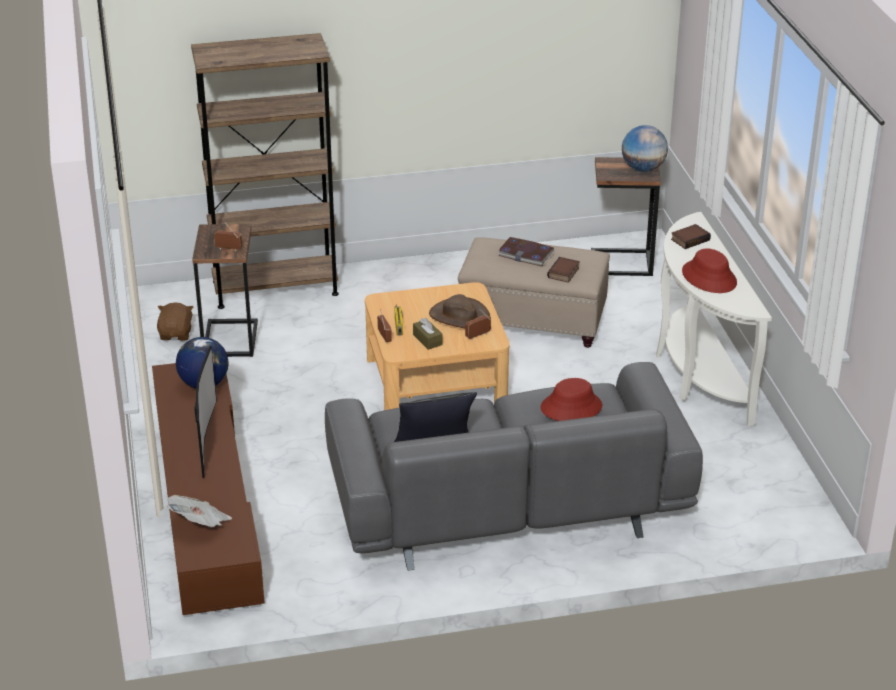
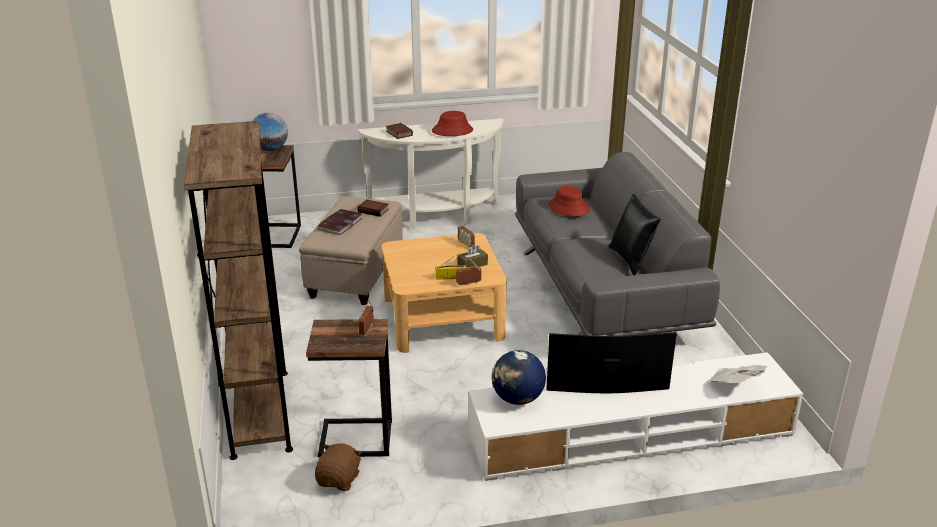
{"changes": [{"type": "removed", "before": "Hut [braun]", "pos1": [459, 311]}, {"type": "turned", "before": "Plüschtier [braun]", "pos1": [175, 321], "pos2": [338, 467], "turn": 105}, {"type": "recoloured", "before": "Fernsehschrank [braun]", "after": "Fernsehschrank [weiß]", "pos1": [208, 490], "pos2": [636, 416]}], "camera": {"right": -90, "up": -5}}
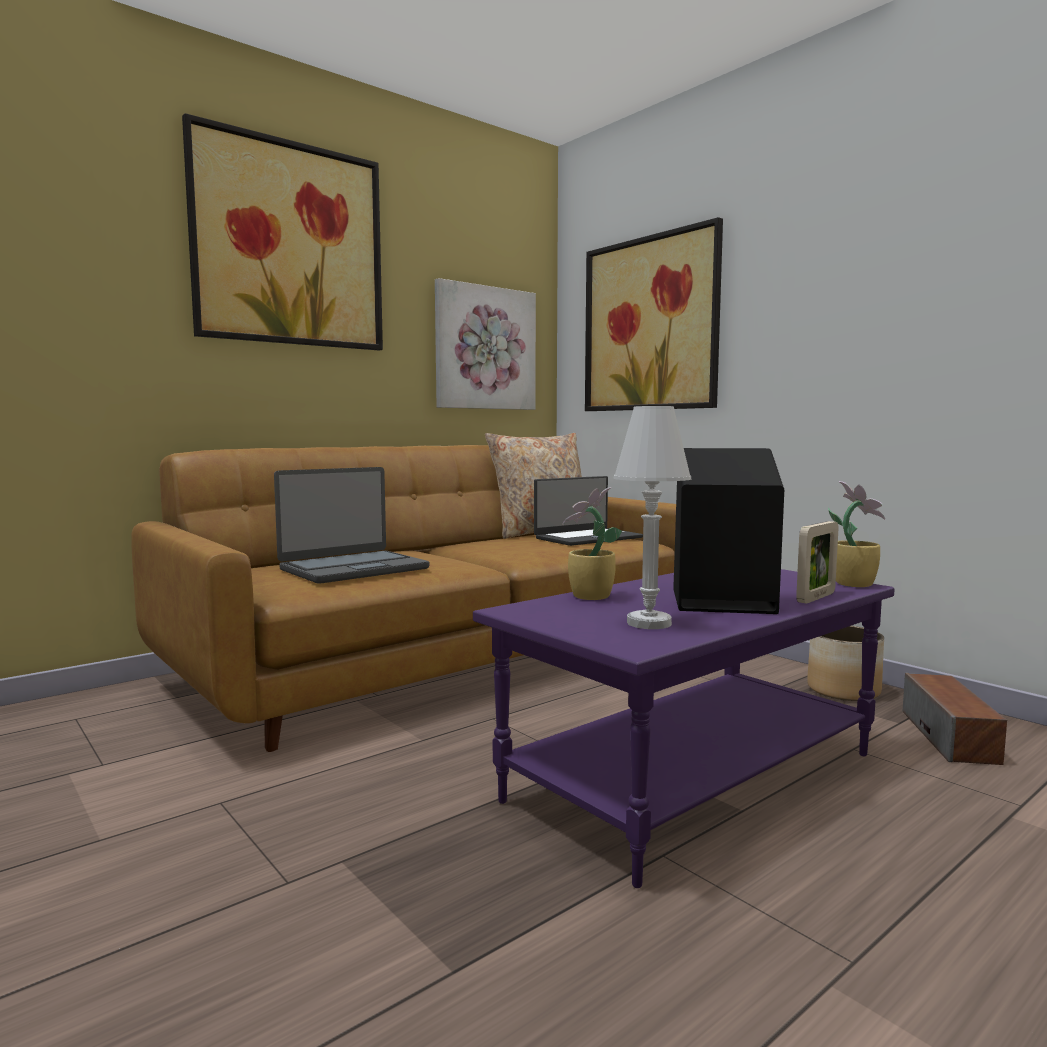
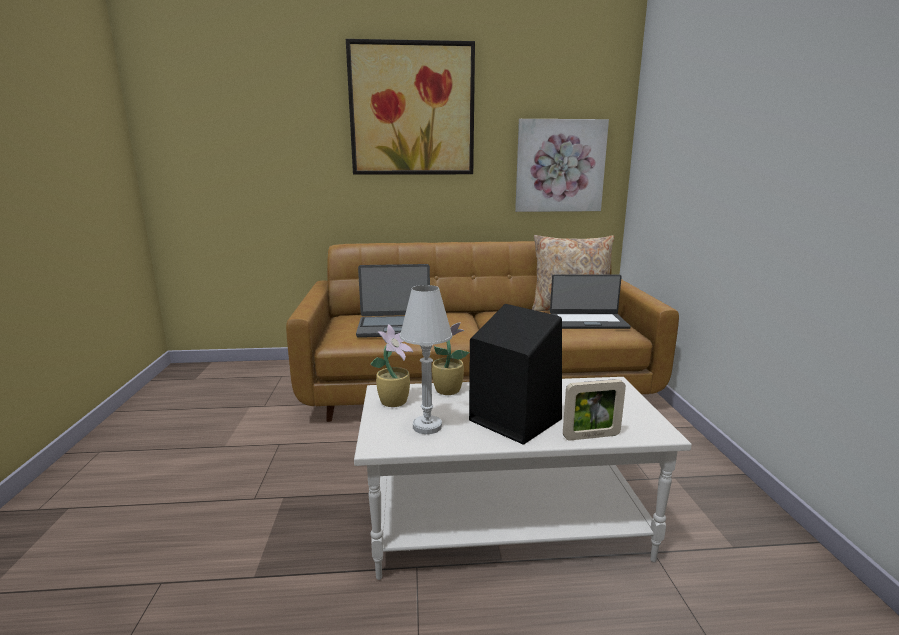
{"changes": [{"type": "removed", "before": "Bild", "pos1": [654, 314]}, {"type": "moved", "before": "Topfpflanze", "pos1": [856, 534], "pos2": [392, 365]}, {"type": "recoloured", "before": "Couchtisch [lila]", "after": "Couchtisch [weiß]", "pos1": [684, 728], "pos2": [523, 478]}, {"type": "removed", "before": "Pflanzkübel", "pos1": [845, 663]}, {"type": "removed", "before": "Lautsprecher", "pos1": [955, 719]}], "camera": {"right": 35, "up": 10}}
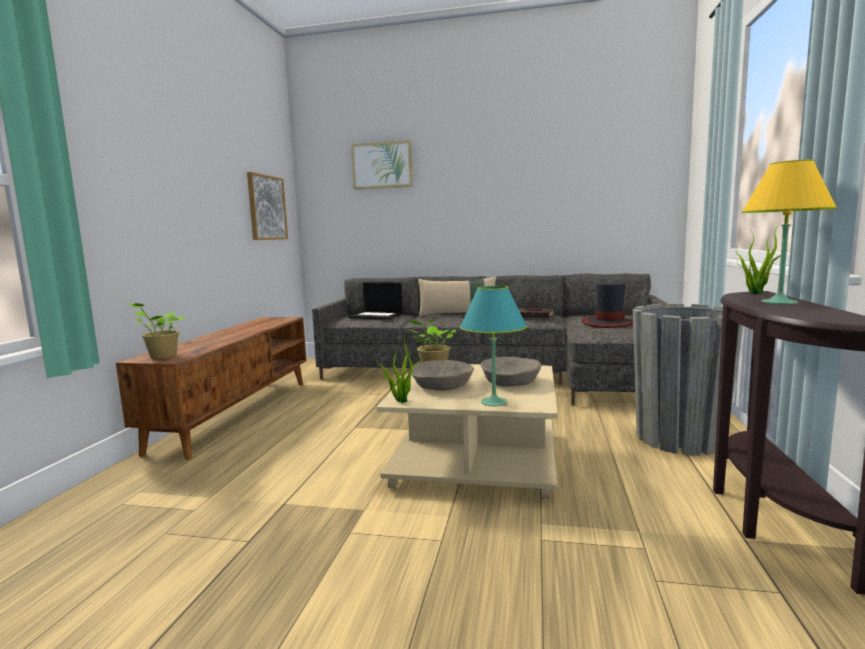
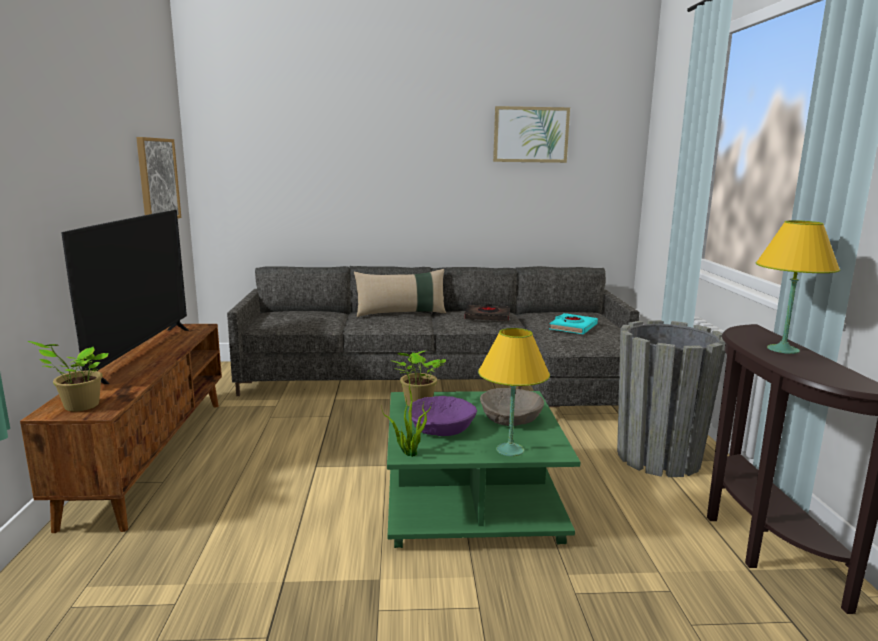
{"changes": [{"type": "moved", "before": "Bild", "pos1": [382, 165], "pos2": [531, 134]}, {"type": "removed", "before": "Topfpflanze", "pos1": [762, 257]}, {"type": "removed", "before": "Laptop", "pos1": [375, 301]}, {"type": "replaced", "before": "Hut", "after": "Buch [türkis]", "pos1": [607, 305], "pos2": [573, 323]}, {"type": "recoloured", "before": "Tischlampe [türkis]", "after": "Tischlampe [gelb]", "pos1": [493, 346], "pos2": [514, 392]}, {"type": "recoloured", "before": "Schüssel [beige]", "after": "Schüssel [lila]", "pos1": [443, 375], "pos2": [442, 416]}, {"type": "recoloured", "before": "Couchtisch [beige]", "after": "Couchtisch [grün]", "pos1": [467, 431], "pos2": [484, 469]}, {"type": "added", "after": "Fernseher", "pos2": [125, 297]}], "camera": {"right": -15, "up": 5}}
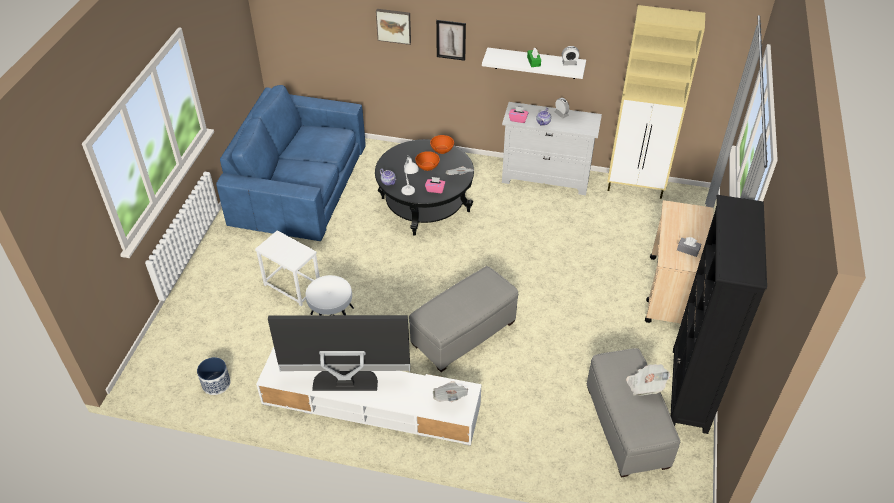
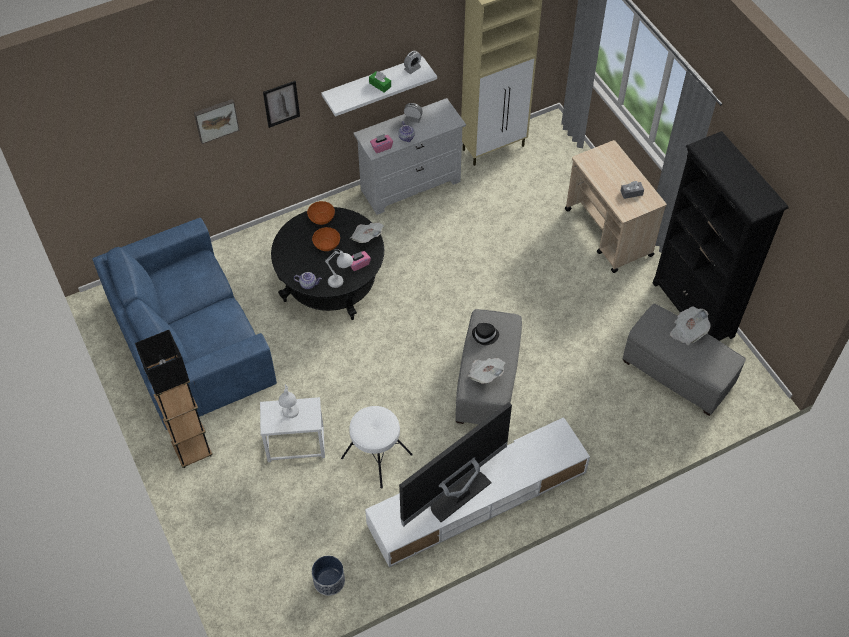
{"changes": [{"type": "moved", "before": "Zeitung", "pos1": [451, 391], "pos2": [486, 370]}, {"type": "added", "after": "Hut [schwarz]", "pos2": [485, 334]}, {"type": "added", "after": "Stehlampe [schwarz]", "pos2": [174, 399]}, {"type": "added", "after": "Tischlampe [weiß]", "pos2": [289, 401]}], "camera": {"right": -40, "up": 10}}
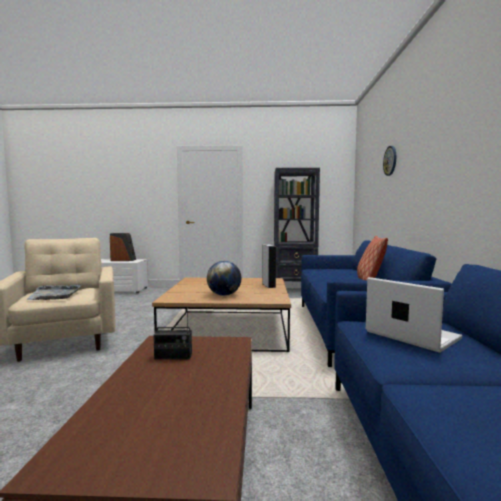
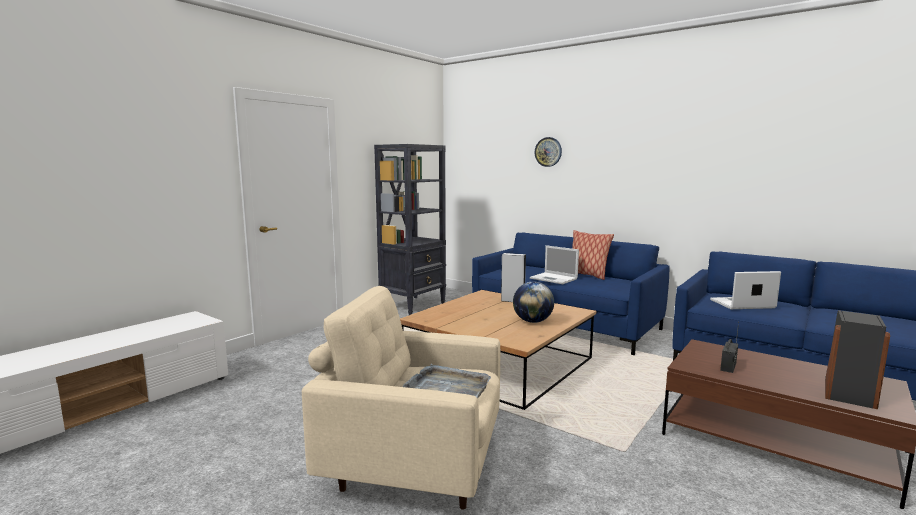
{"changes": [{"type": "moved", "before": "Lautsprecher", "pos1": [123, 247], "pos2": [857, 359]}, {"type": "added", "after": "Laptop", "pos2": [554, 264]}], "camera": {"right": -55, "up": 5}}
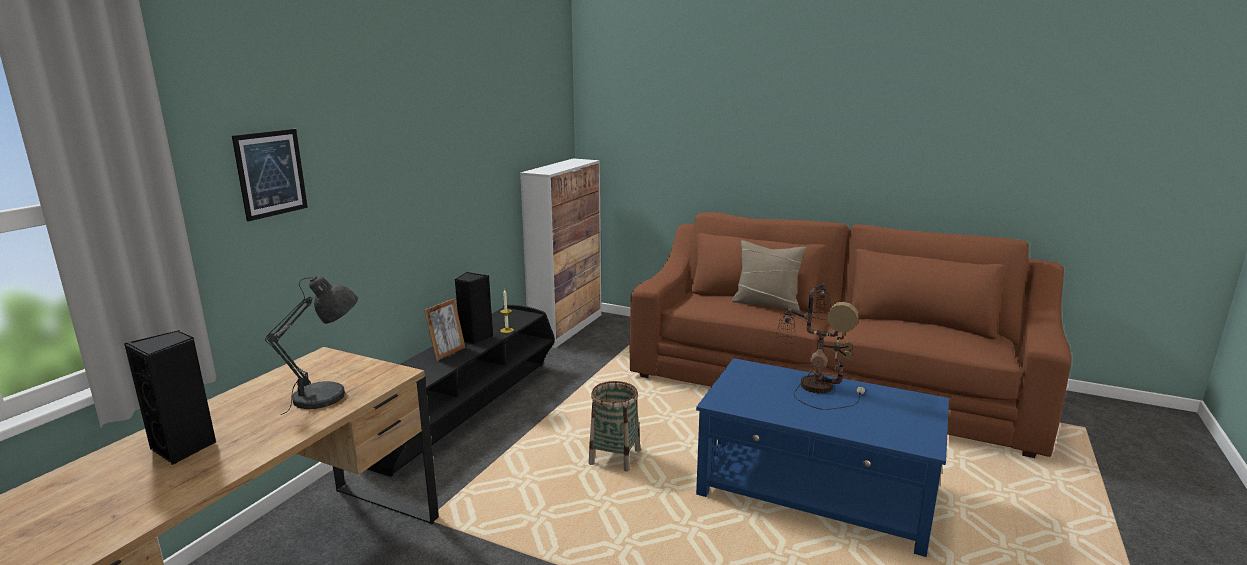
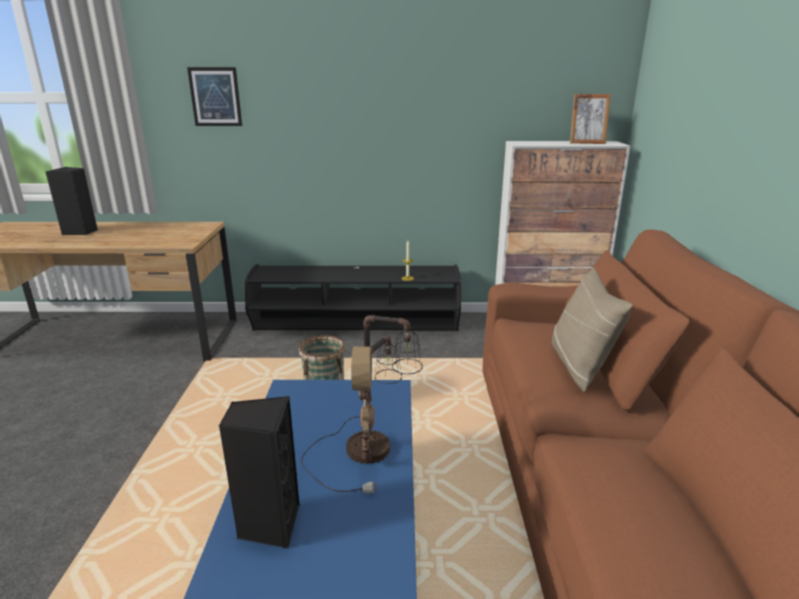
{"changes": [{"type": "moved", "before": "Lautsprecher [schwarz]", "pos1": [474, 308], "pos2": [259, 472]}, {"type": "removed", "before": "Tischlampe [grau]", "pos1": [311, 345]}, {"type": "moved", "before": "Bilderrahmen", "pos1": [445, 330], "pos2": [590, 119]}], "camera": {"right": 65, "up": 5}}
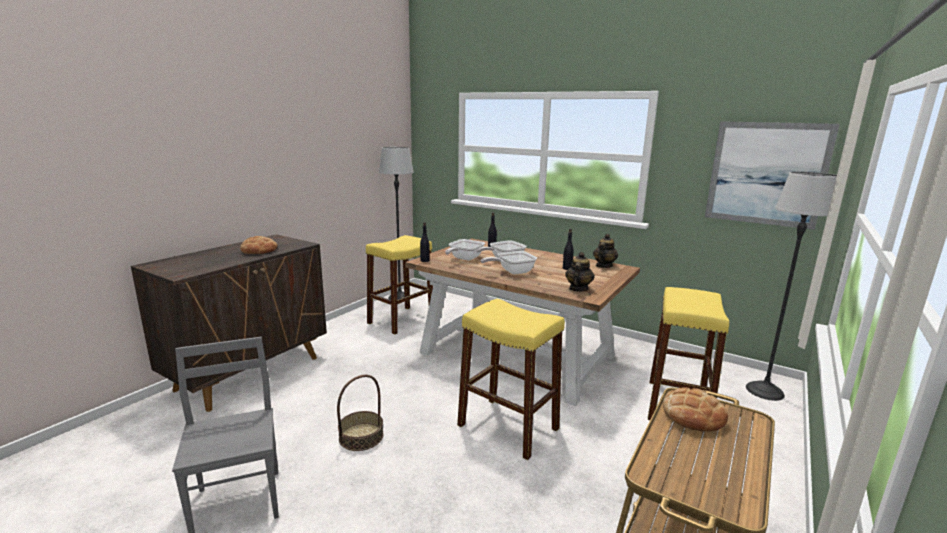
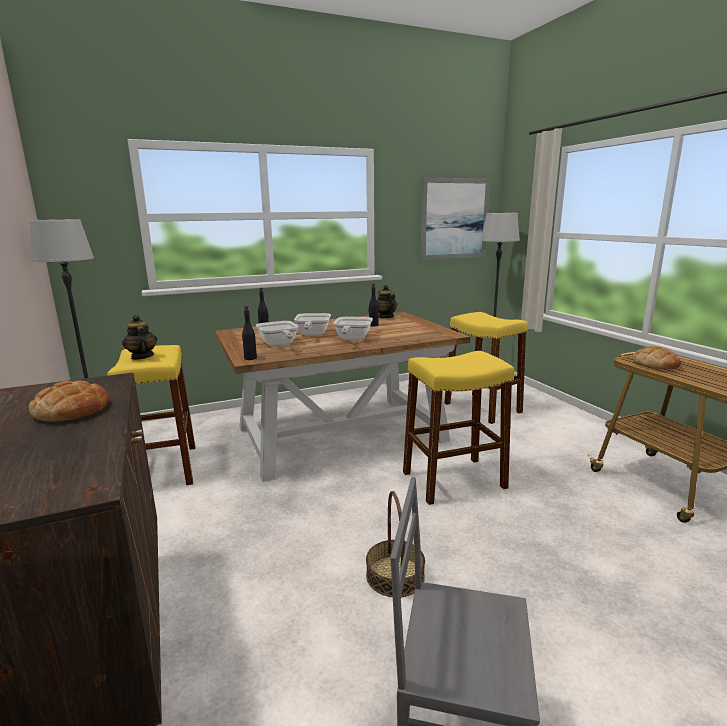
{"changes": [{"type": "moved", "before": "Teekanne", "pos1": [580, 271], "pos2": [139, 337]}], "camera": {"right": -55, "up": 0}}
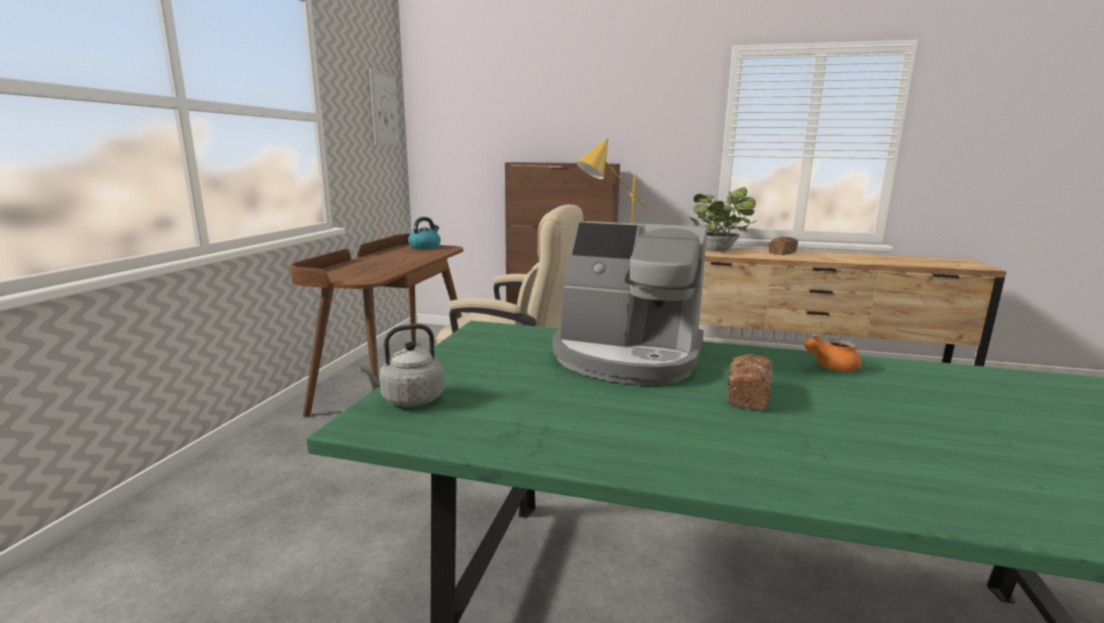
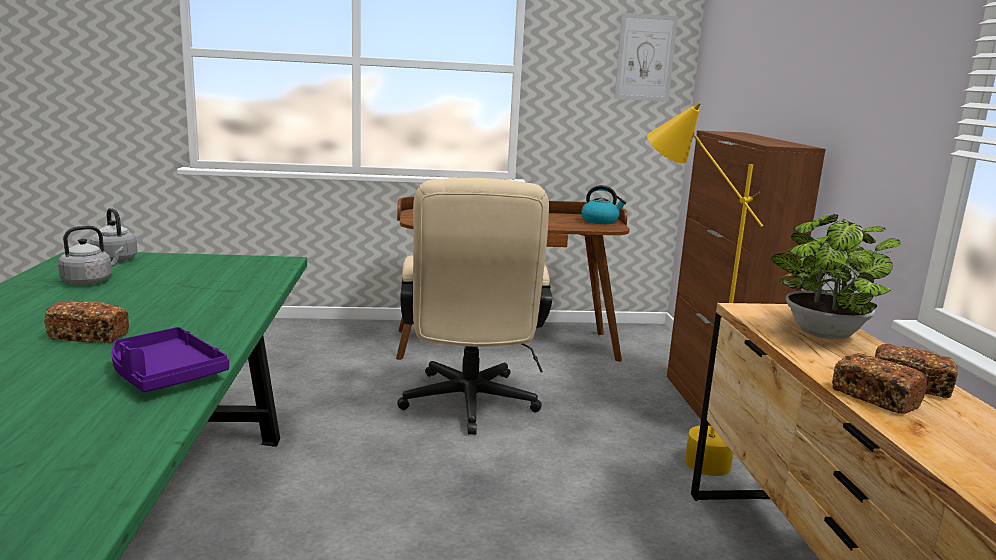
{"changes": [{"type": "removed", "before": "Kaffeemaschine", "pos1": [630, 303]}, {"type": "replaced", "before": "Teekanne [orange]", "after": "Tablett [lila]", "pos1": [833, 353], "pos2": [170, 359]}, {"type": "added", "after": "Wasserkessel [grau]", "pos2": [91, 255]}, {"type": "added", "after": "Brot", "pos2": [879, 383]}], "camera": {"right": 70, "up": 0}}
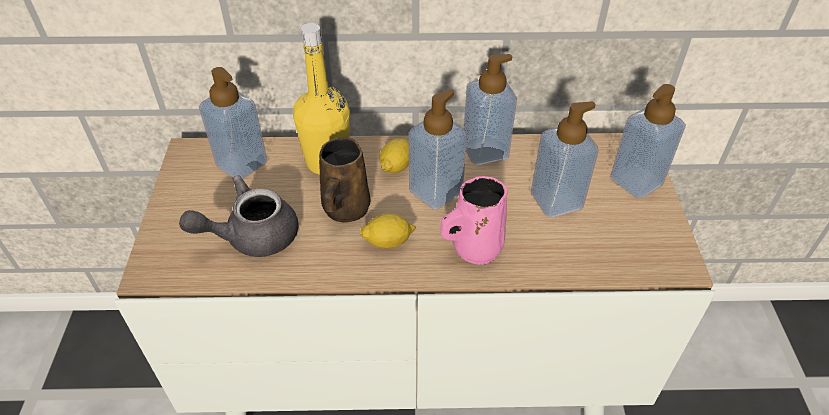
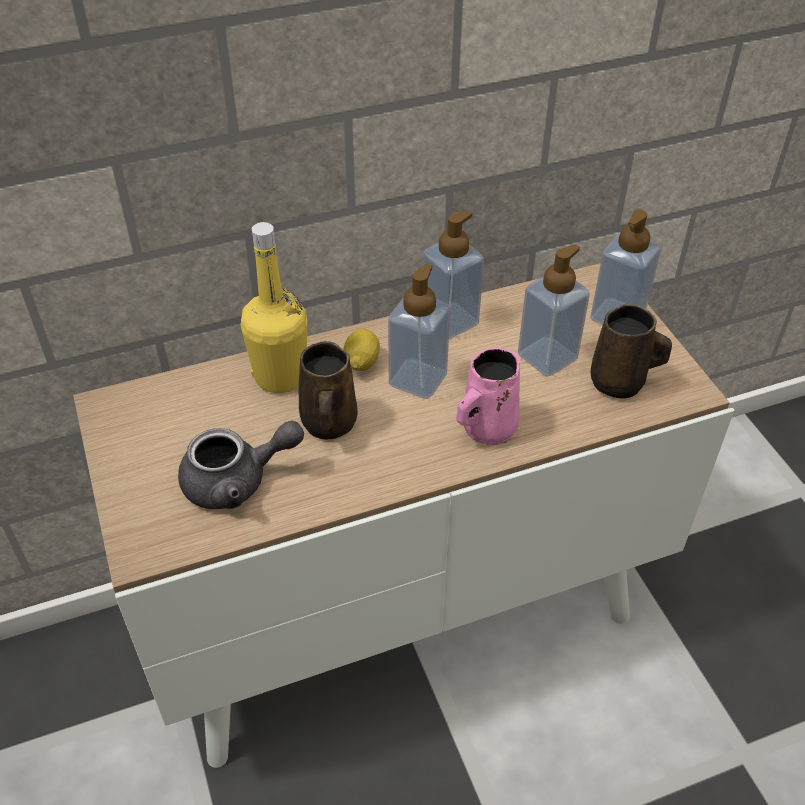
{"changes": [{"type": "removed", "before": "Seifenspender", "pos1": [233, 123]}, {"type": "turned", "before": "Teekanne [grau]", "pos1": [239, 216], "pos2": [241, 465], "turn": -150}, {"type": "removed", "before": "Zitrone", "pos1": [387, 231]}, {"type": "added", "after": "Henkelbecher [braun]", "pos2": [631, 351]}], "camera": {"right": -20, "up": 0}}
